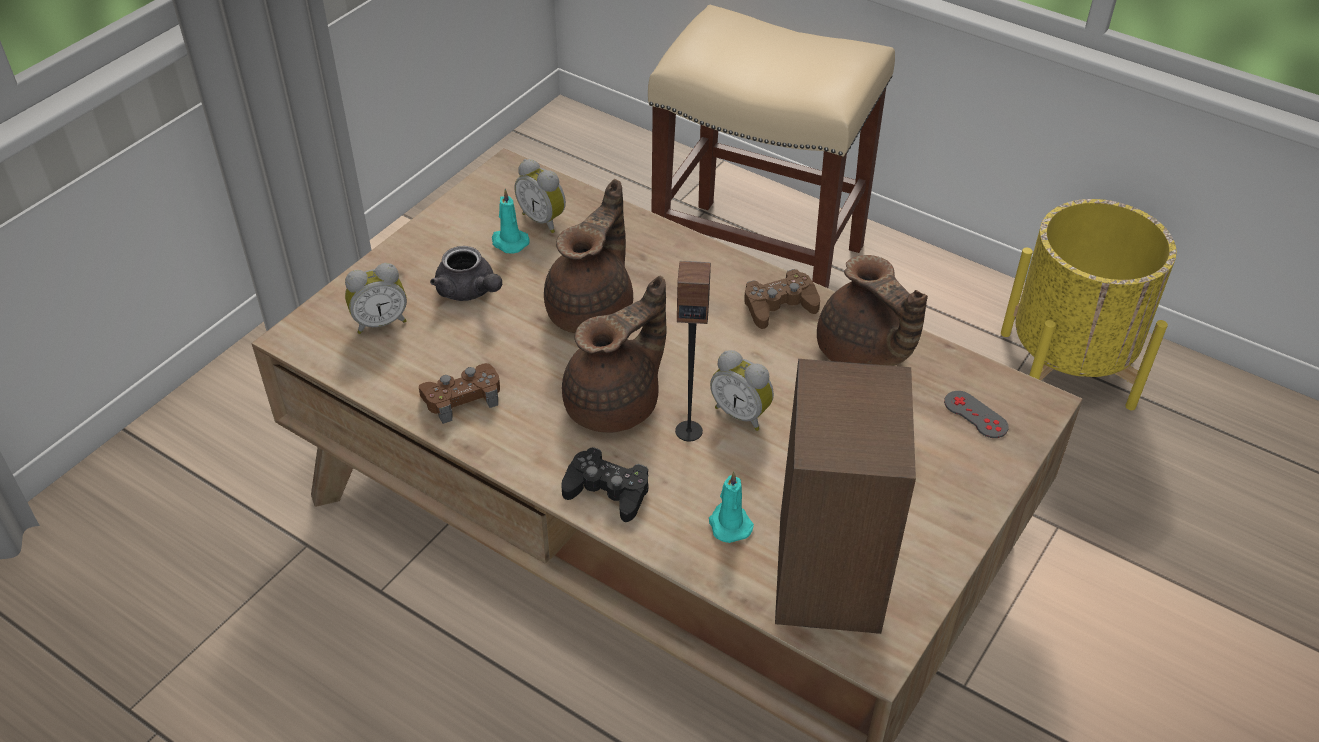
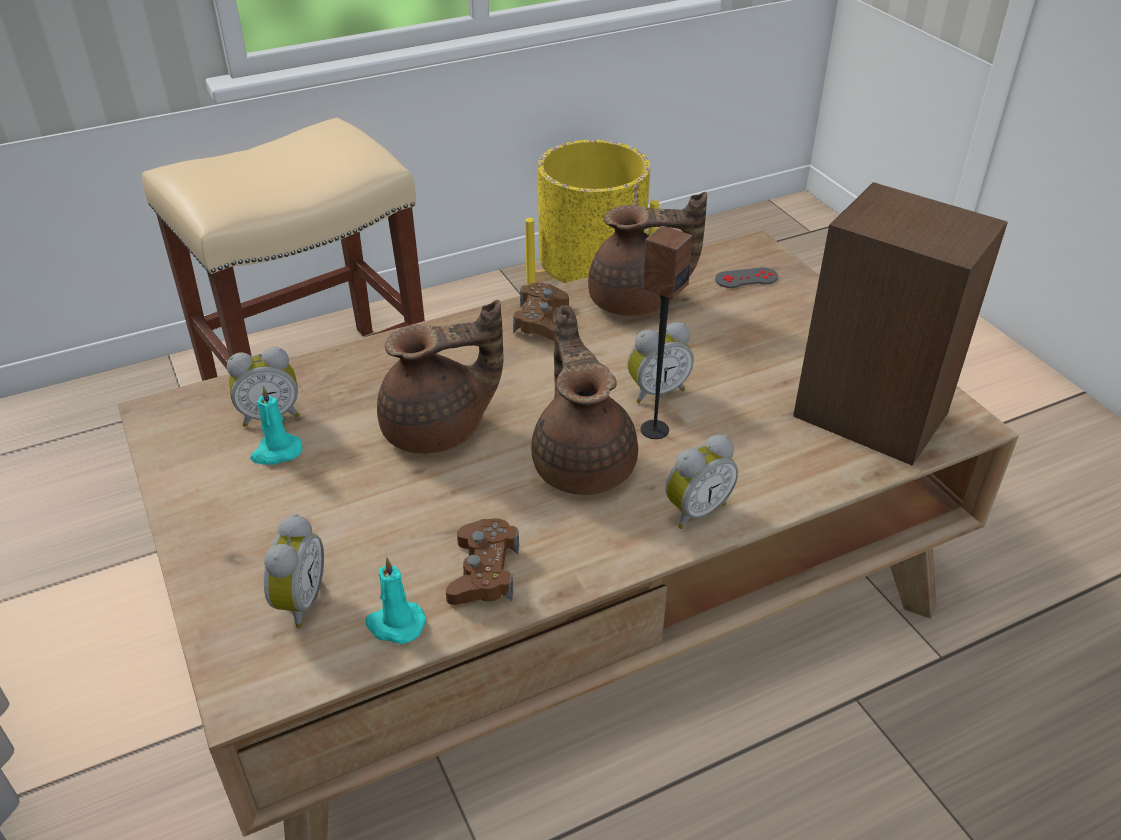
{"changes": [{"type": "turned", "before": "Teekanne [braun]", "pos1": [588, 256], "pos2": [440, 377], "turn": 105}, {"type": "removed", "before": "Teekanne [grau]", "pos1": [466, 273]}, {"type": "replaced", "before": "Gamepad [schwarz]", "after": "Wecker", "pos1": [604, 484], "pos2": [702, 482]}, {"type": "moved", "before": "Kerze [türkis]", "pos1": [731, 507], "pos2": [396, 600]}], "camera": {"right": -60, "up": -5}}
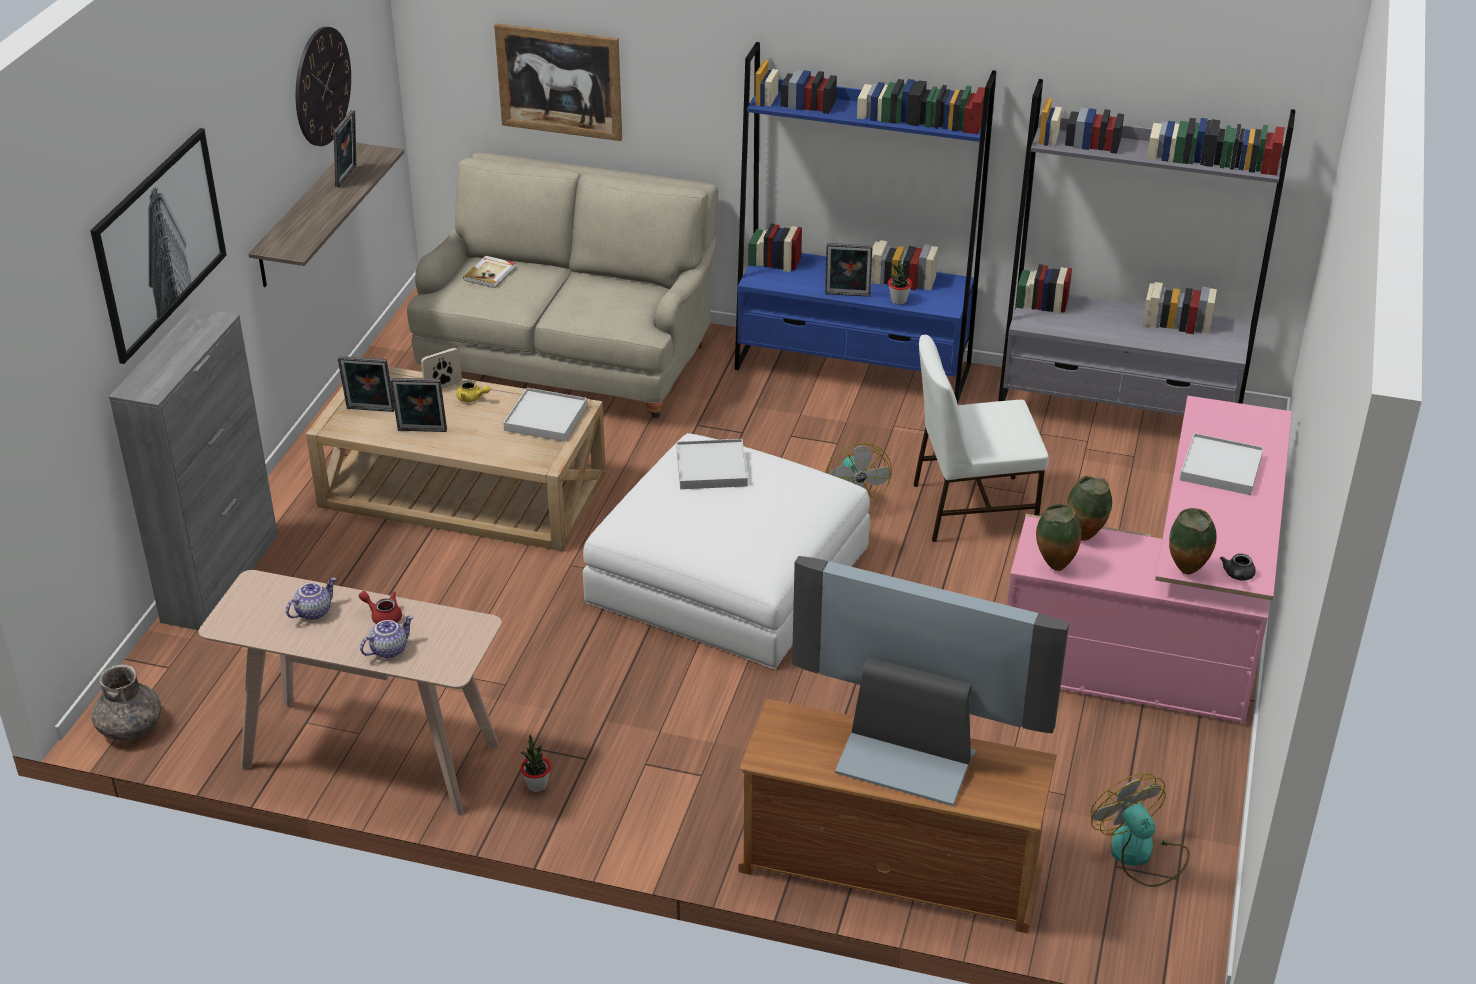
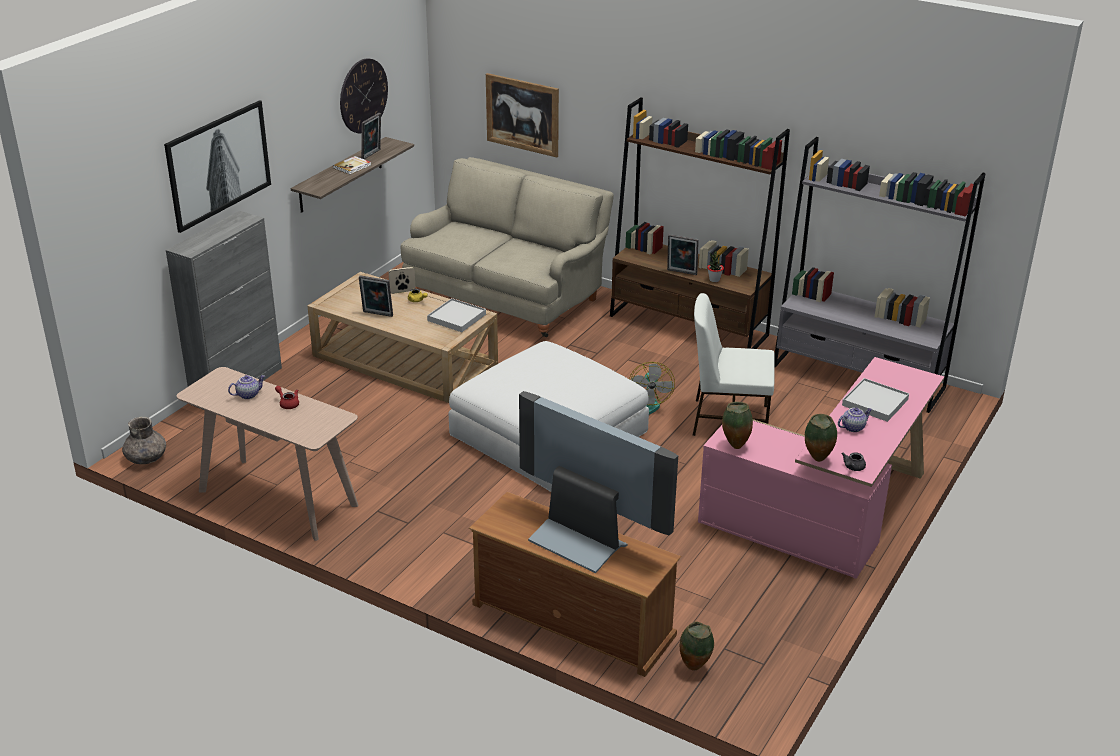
{"changes": [{"type": "recoloured", "before": "Bücherregal [blau]", "after": "Bücherregal [braun]", "pos1": [866, 223], "pos2": [700, 223]}, {"type": "moved", "before": "Buch", "pos1": [489, 272], "pos2": [352, 165]}, {"type": "removed", "before": "Bilderrahmen", "pos1": [366, 384]}, {"type": "removed", "before": "Tablett [weiß]", "pos1": [712, 464]}, {"type": "moved", "before": "Vase", "pos1": [1089, 508], "pos2": [697, 646]}, {"type": "moved", "before": "Teekanne", "pos1": [386, 637], "pos2": [855, 420]}, {"type": "removed", "before": "Topfpflanze", "pos1": [536, 763]}, {"type": "removed", "before": "Ventilator", "pos1": [1140, 830]}], "camera": {"right": 15, "up": -5}}
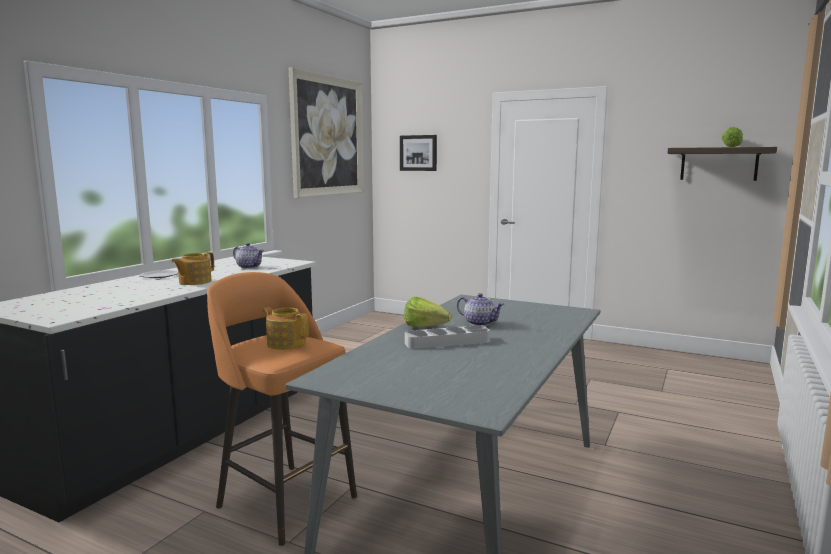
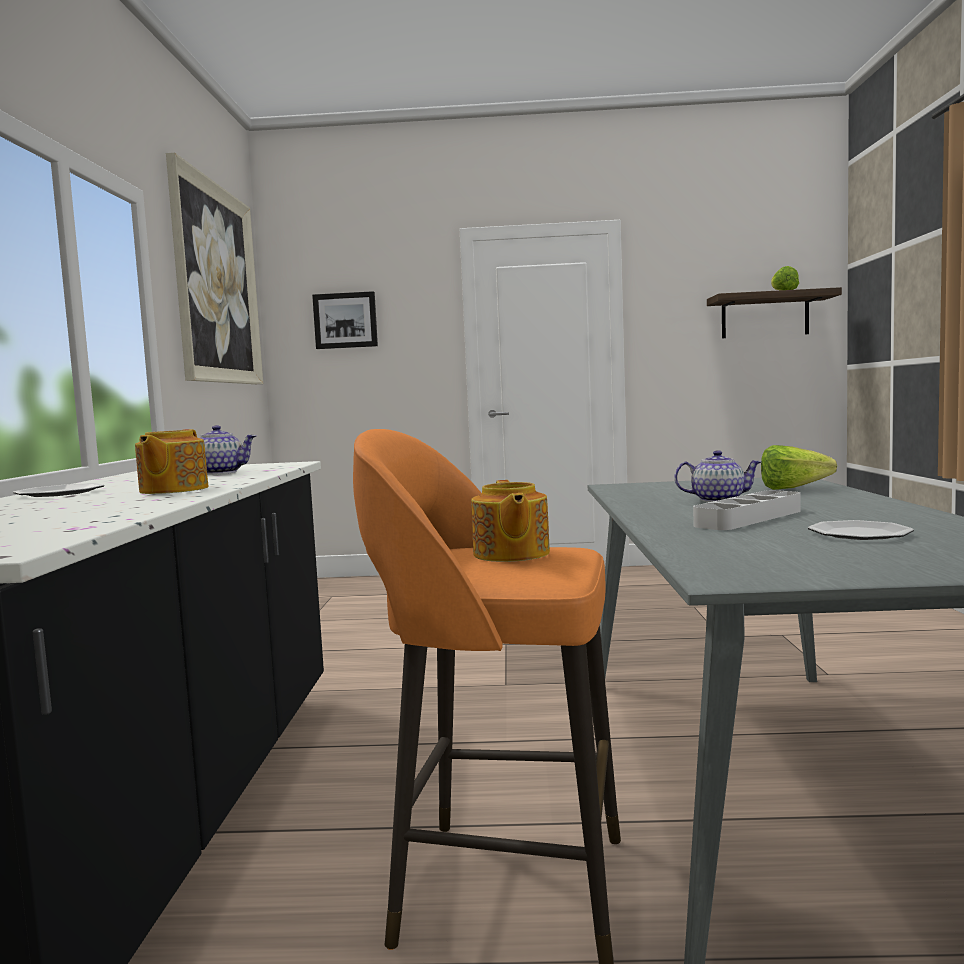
{"changes": [{"type": "moved", "before": "Salatkopf", "pos1": [427, 312], "pos2": [799, 467]}, {"type": "turned", "before": "Teekanne", "pos1": [285, 328], "pos2": [510, 521], "turn": -105}, {"type": "added", "after": "Teller", "pos2": [861, 530]}], "camera": {"right": -25, "up": -5}}
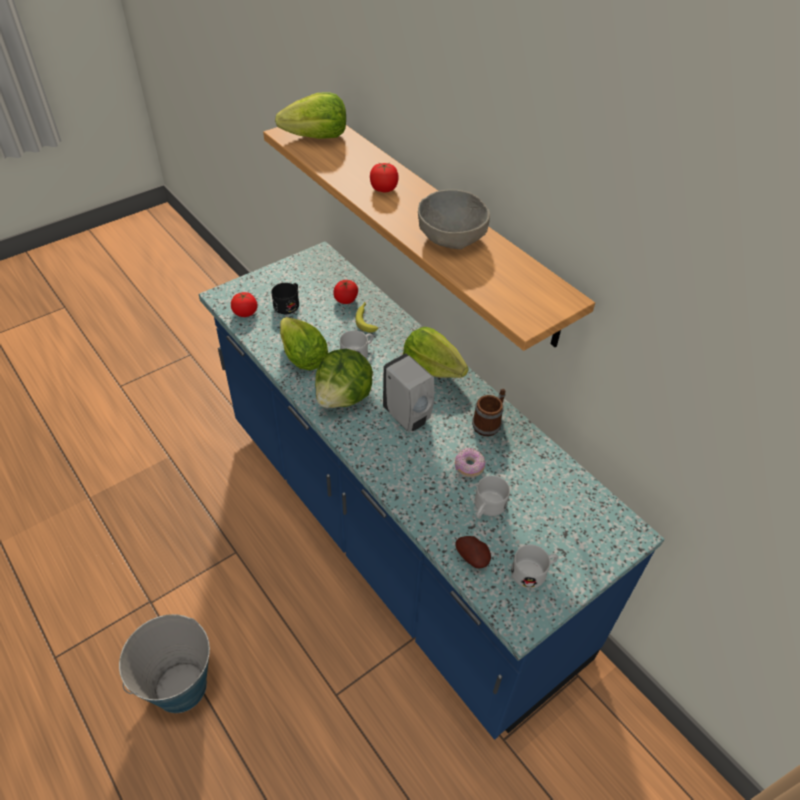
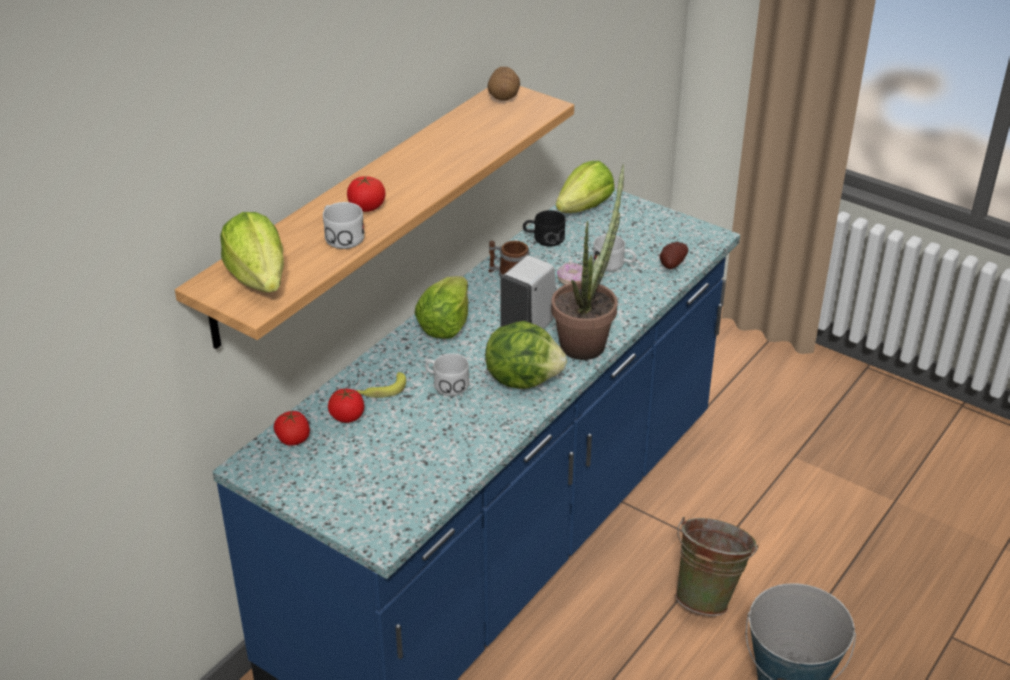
{"changes": [{"type": "removed", "before": "Schüssel [grau]", "pos1": [454, 219]}, {"type": "moved", "before": "Henkelbecher [schwarz]", "pos1": [285, 298], "pos2": [544, 228]}, {"type": "moved", "before": "Tomate", "pos1": [244, 304], "pos2": [292, 428]}, {"type": "moved", "before": "Salatkopf", "pos1": [304, 343], "pos2": [585, 187]}, {"type": "moved", "before": "Henkelbecher [weiß]", "pos1": [534, 566], "pos2": [344, 225]}, {"type": "added", "after": "Kartoffel", "pos2": [503, 84]}, {"type": "added", "after": "Topfpflanze", "pos2": [587, 262]}, {"type": "added", "after": "Eimer [grün]", "pos2": [717, 566]}], "camera": {"right": -105, "up": -10}}
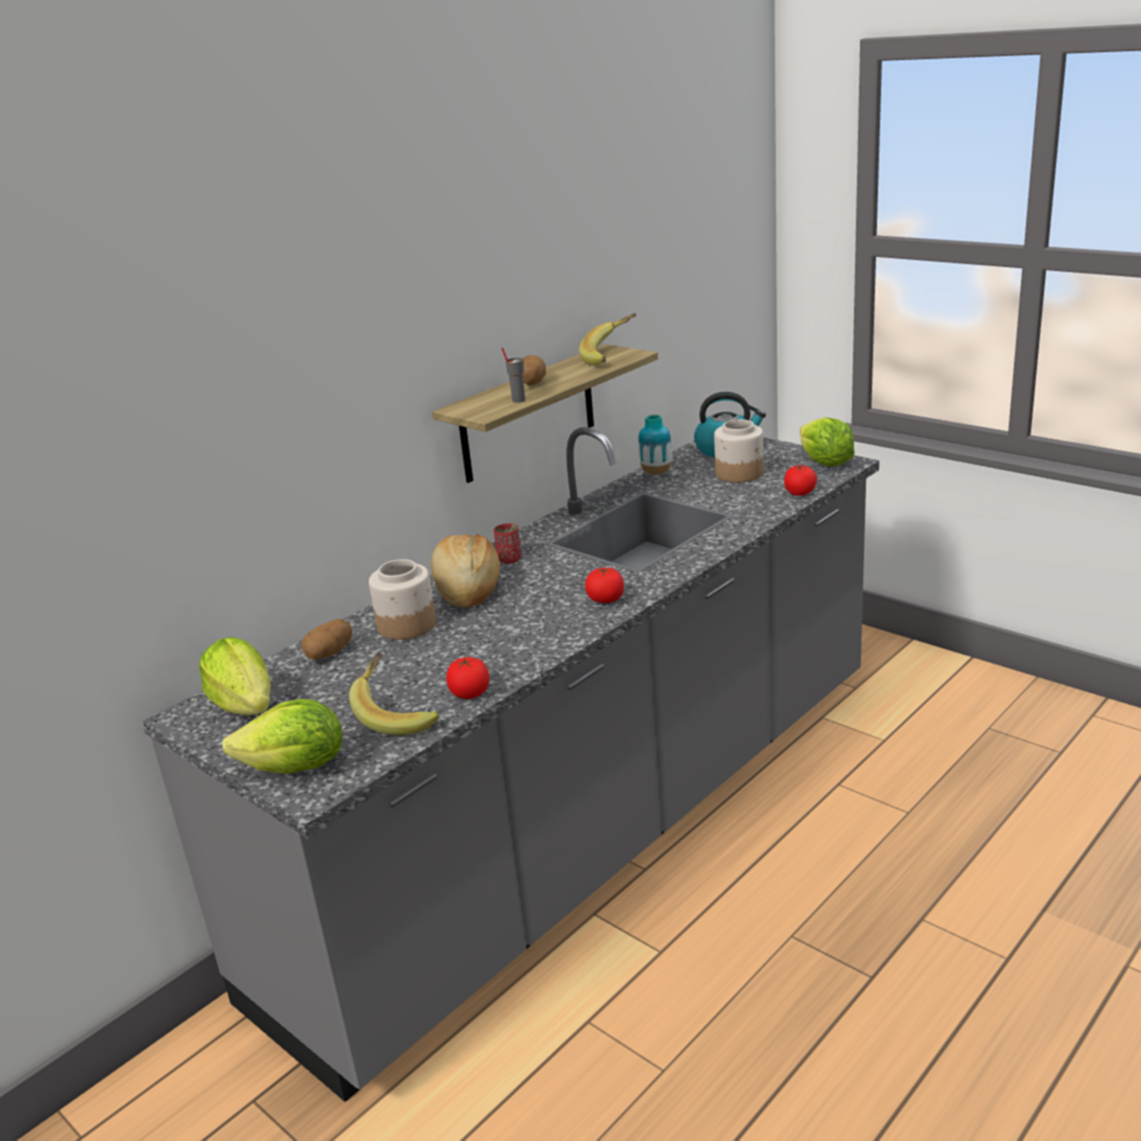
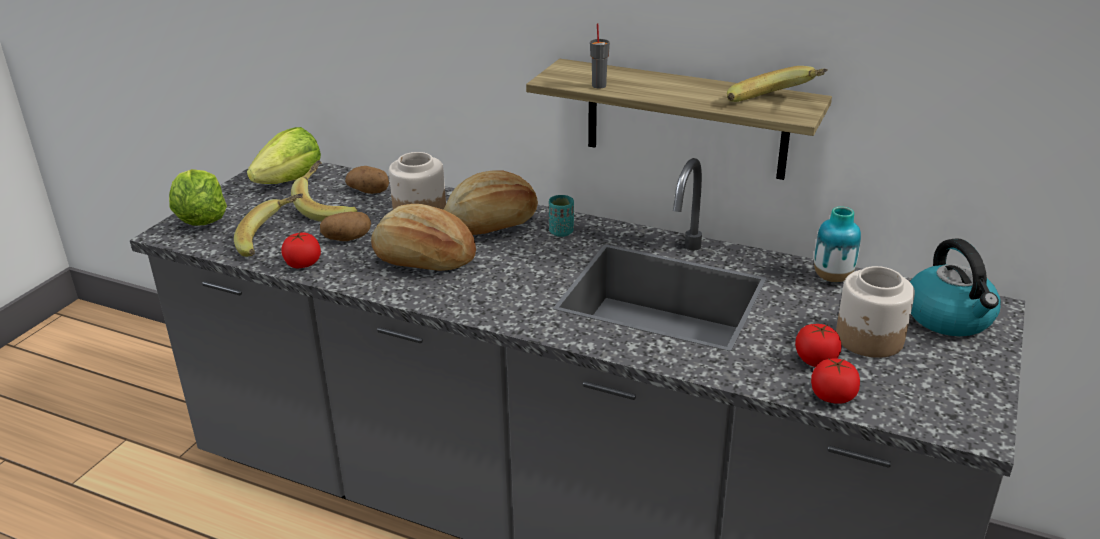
{"changes": [{"type": "moved", "before": "Kartoffel", "pos1": [534, 370], "pos2": [345, 226]}, {"type": "removed", "before": "Salatkopf", "pos1": [827, 442]}, {"type": "recoloured", "before": "Tasse [rot]", "after": "Tasse [türkis]", "pos1": [508, 543], "pos2": [561, 216]}, {"type": "moved", "before": "Tomate", "pos1": [604, 585], "pos2": [818, 345]}, {"type": "added", "after": "Banane", "pos2": [324, 191]}, {"type": "added", "after": "Brot", "pos2": [423, 237]}], "camera": {"right": 70, "up": 5}}
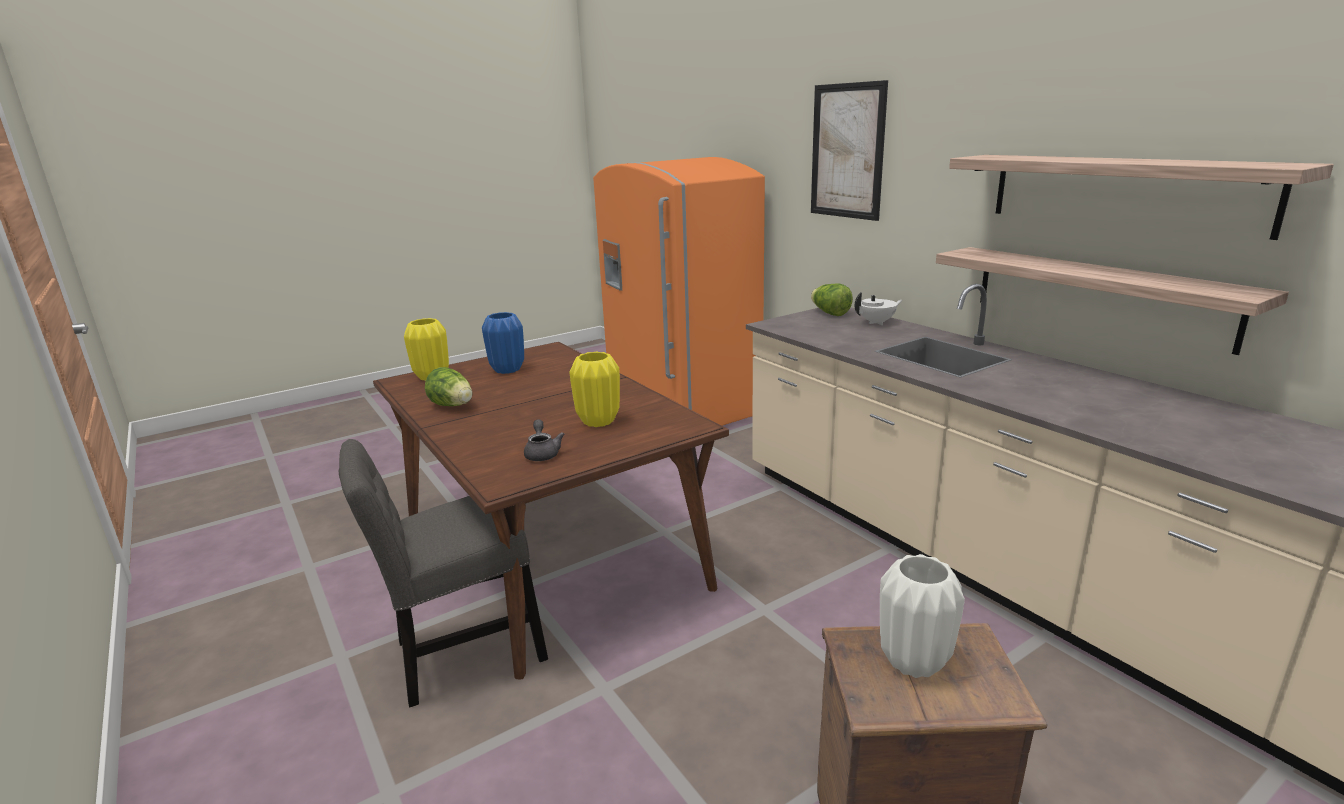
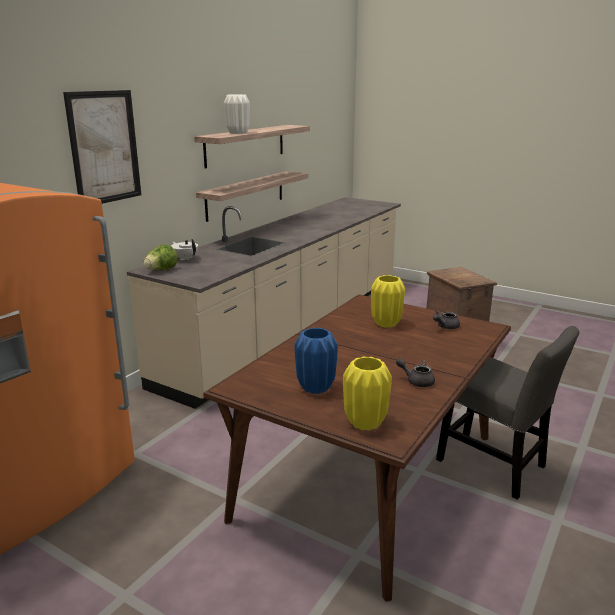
{"changes": [{"type": "replaced", "before": "Salatkopf", "after": "Teekanne [grau]", "pos1": [448, 386], "pos2": [415, 372]}, {"type": "moved", "before": "Vase [weiß]", "pos1": [922, 616], "pos2": [237, 114]}], "camera": {"right": -115, "up": 0}}
